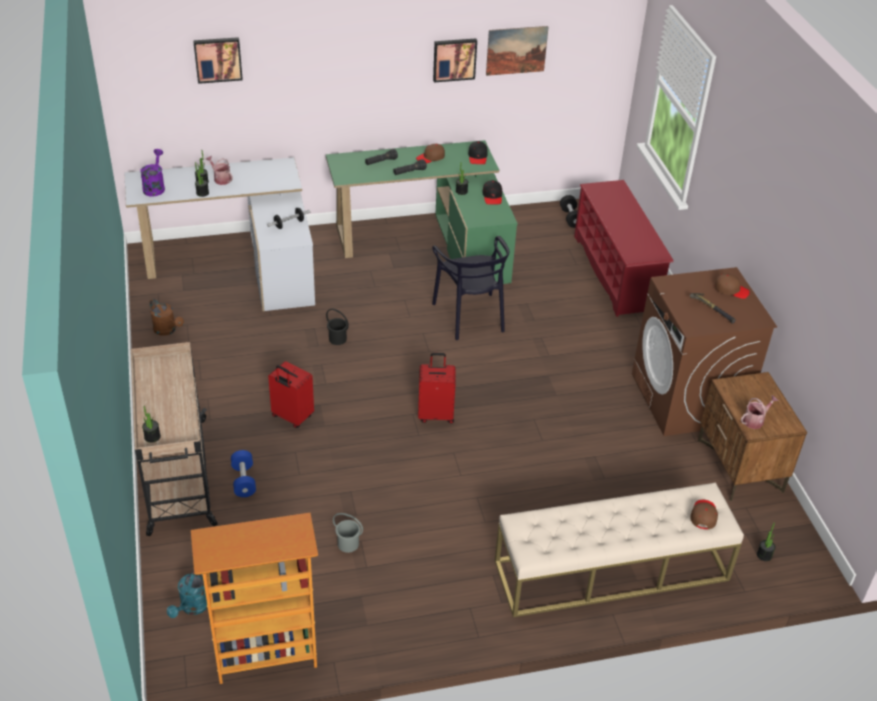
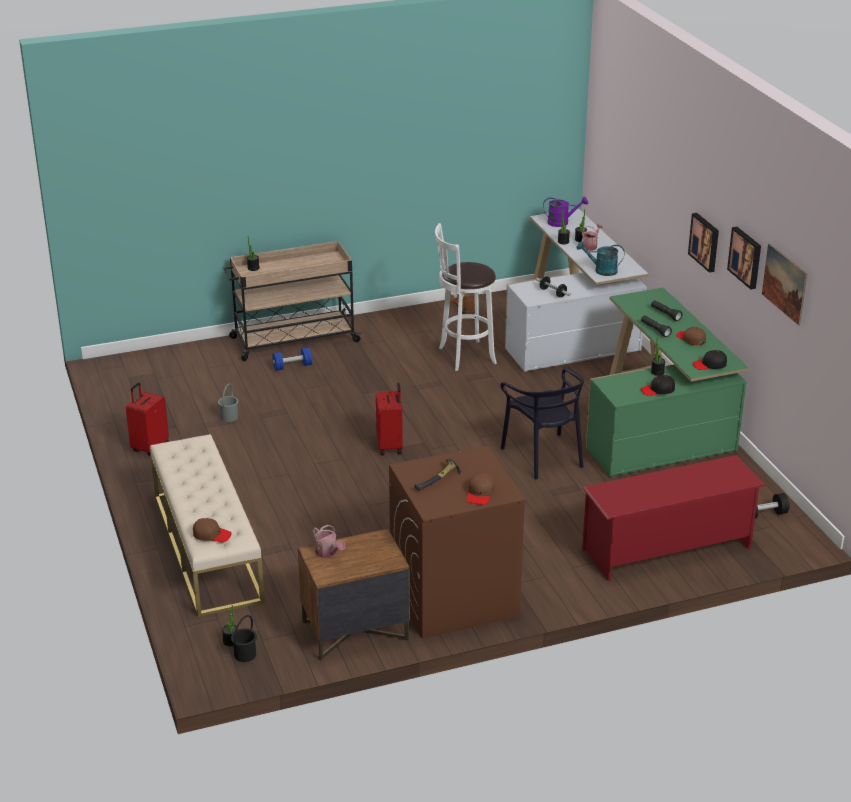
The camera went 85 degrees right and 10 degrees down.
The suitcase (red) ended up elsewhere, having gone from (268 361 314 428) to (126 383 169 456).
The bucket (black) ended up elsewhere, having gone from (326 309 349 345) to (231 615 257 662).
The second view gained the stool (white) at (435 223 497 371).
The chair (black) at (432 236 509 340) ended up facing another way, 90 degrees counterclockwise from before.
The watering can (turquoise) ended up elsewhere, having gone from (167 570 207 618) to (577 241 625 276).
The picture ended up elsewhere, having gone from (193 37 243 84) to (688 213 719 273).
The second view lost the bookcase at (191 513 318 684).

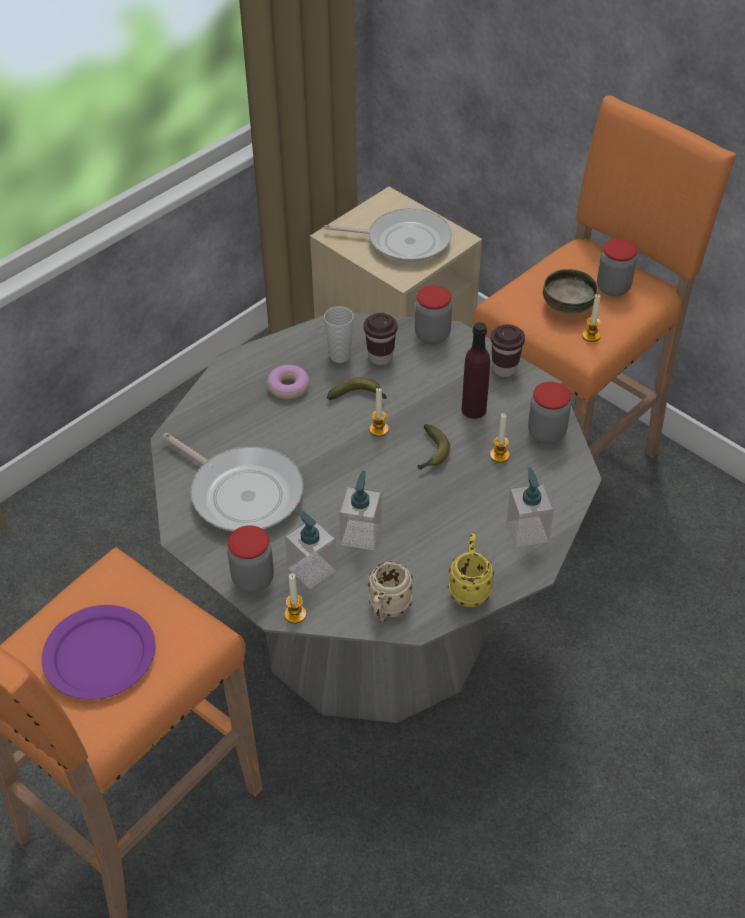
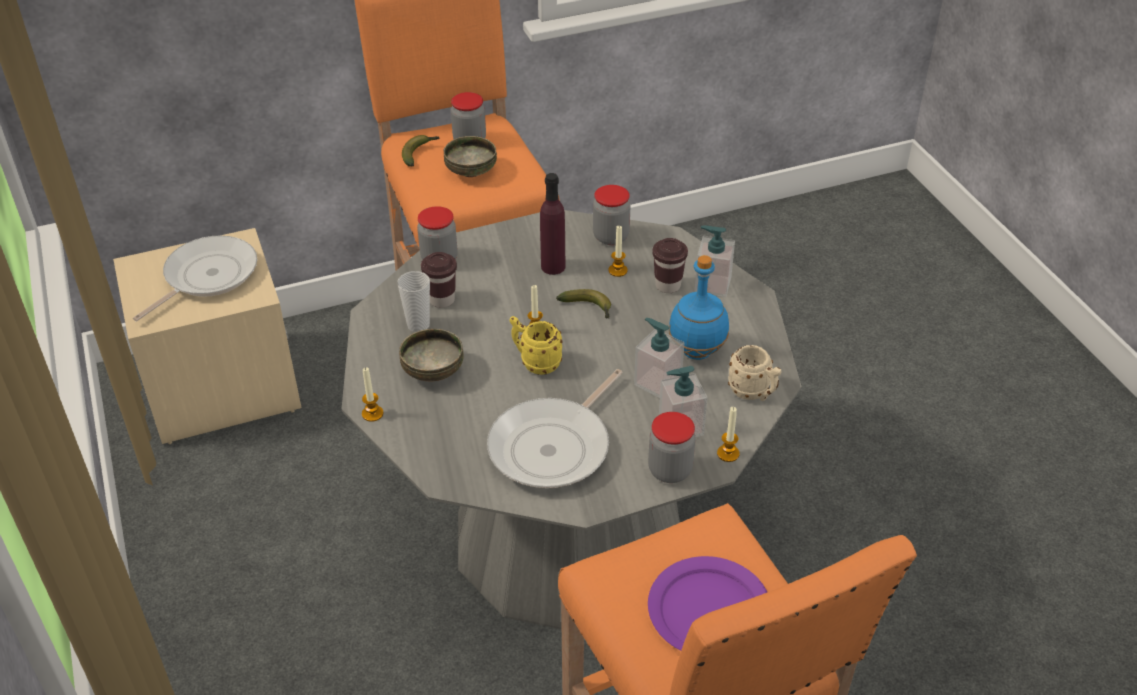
The camera went 65 degrees left and 5 degrees down.
The candle ended up elsewhere, having gone from (582 294 601 342) to (362 367 384 422).
Where the donut stood at (267 365 310 399), the bowl came to stand at (399 329 464 381).
The banana ended up elsewhere, having gone from (327 377 387 400) to (402 135 440 166).
The frying pan at (162 433 303 531) ended up facing another way, 150 degrees clockwise from before.
The mug (yellow) ended up elsewhere, having gone from (448 533 494 607) to (509 316 562 375).
The cup (brown) ended up elsewhere, having gone from (491 324 525 377) to (652 238 688 293).
The second view gained the bottle (blue) at (669 255 729 360).

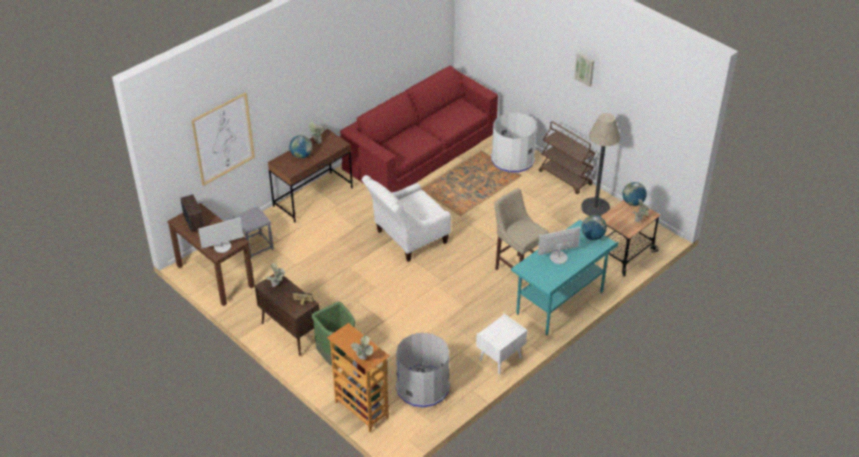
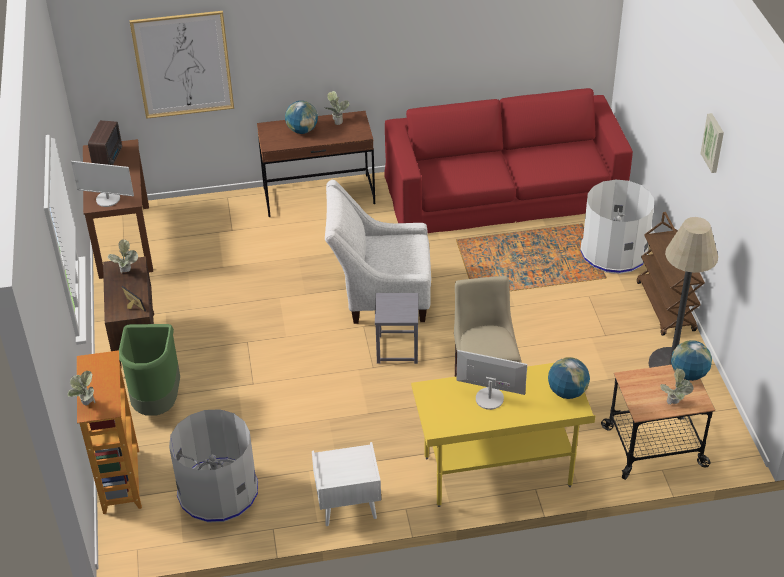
The camera went 35 degrees right and 0 degrees up.
The stool (grey) ended up elsewhere, having gone from (233 206 274 258) to (375 293 418 364).
What was the desk (turquoise) at (511 220 618 336) turned into the desk (yellow) at (411 363 596 507).

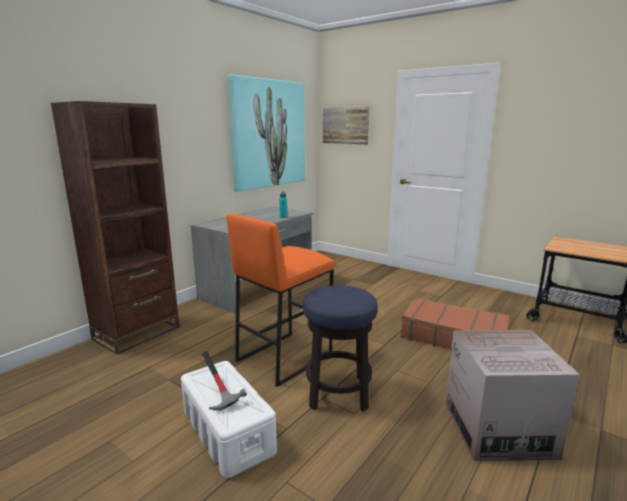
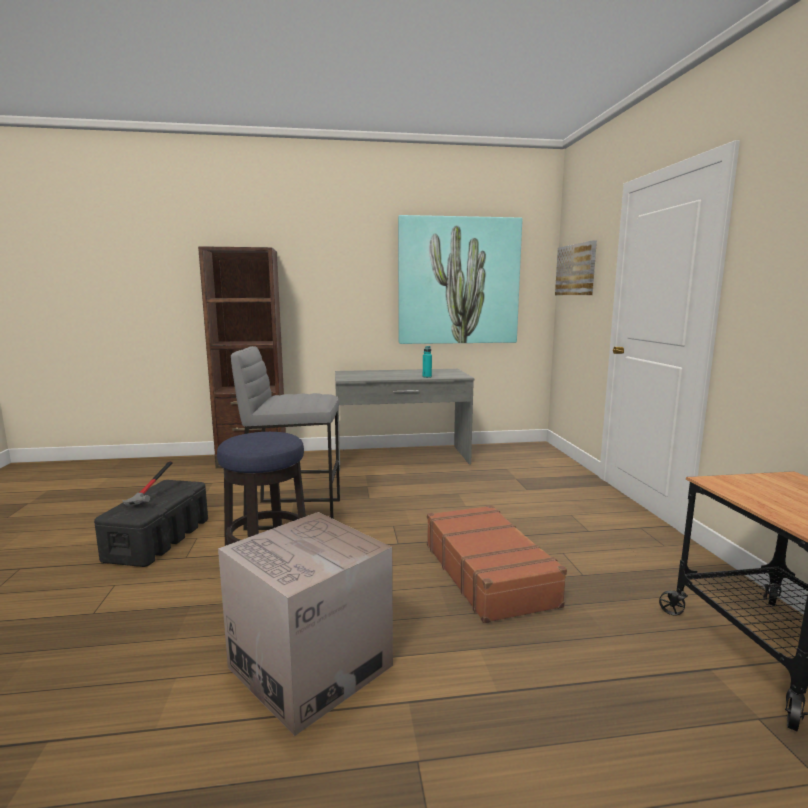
The camera went 45 degrees right and 5 degrees down.
What was the storage box (white) at (181 361 277 478) turned into the storage box (black) at (94 480 208 567).
What was the stool (orange) at (226 214 335 387) turned into the stool (grey) at (231 346 340 530).

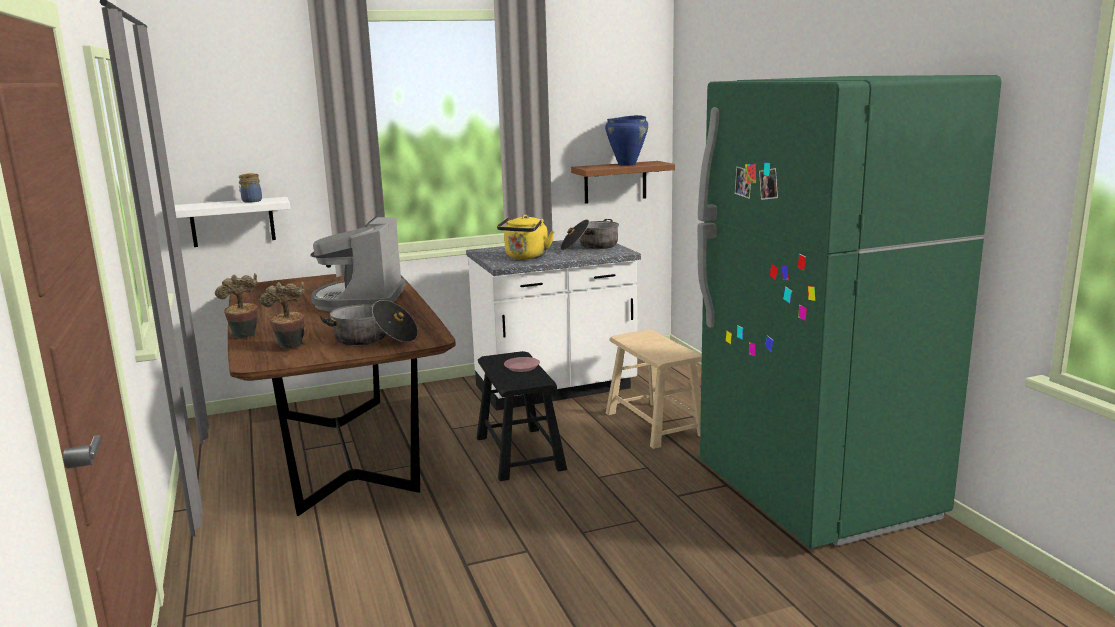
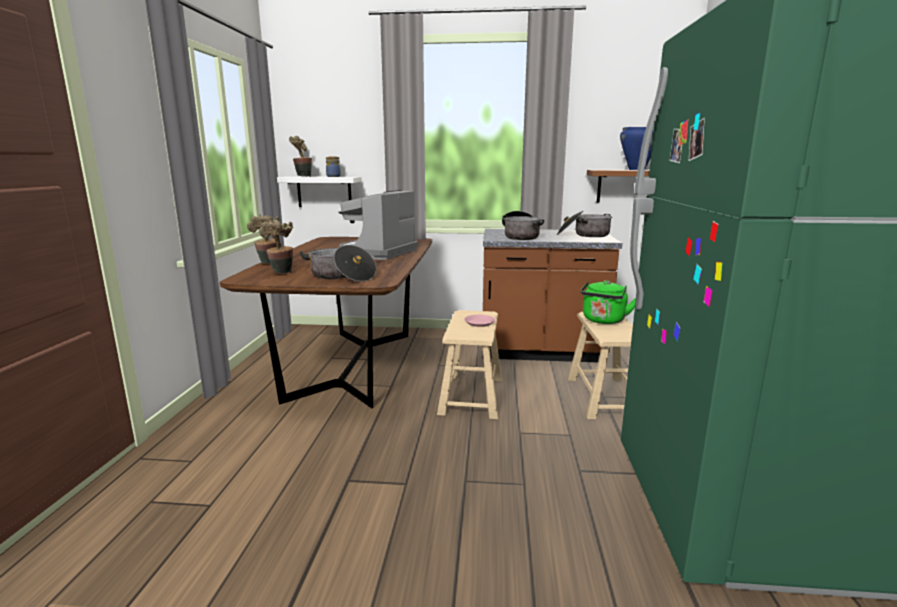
The camera went 25 degrees right and 0 degrees up.
The second view gained the potted plant at (289 136 312 177).
What was the stool (black) at (477 351 567 481) turned into the stool (beige) at (437 310 502 419).
What was the counter (white) at (466 239 641 411) turned into the counter (brown) at (482 229 622 362).
Where the kettle (yellow) stood at (497 215 555 259), the cooking pot came to stand at (502 211 544 240).
The second view gained the kettle (green) at (581 280 636 324).

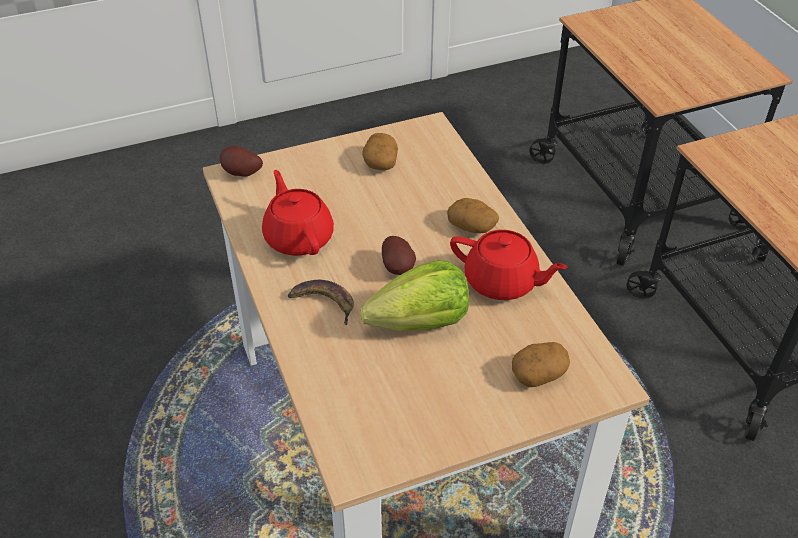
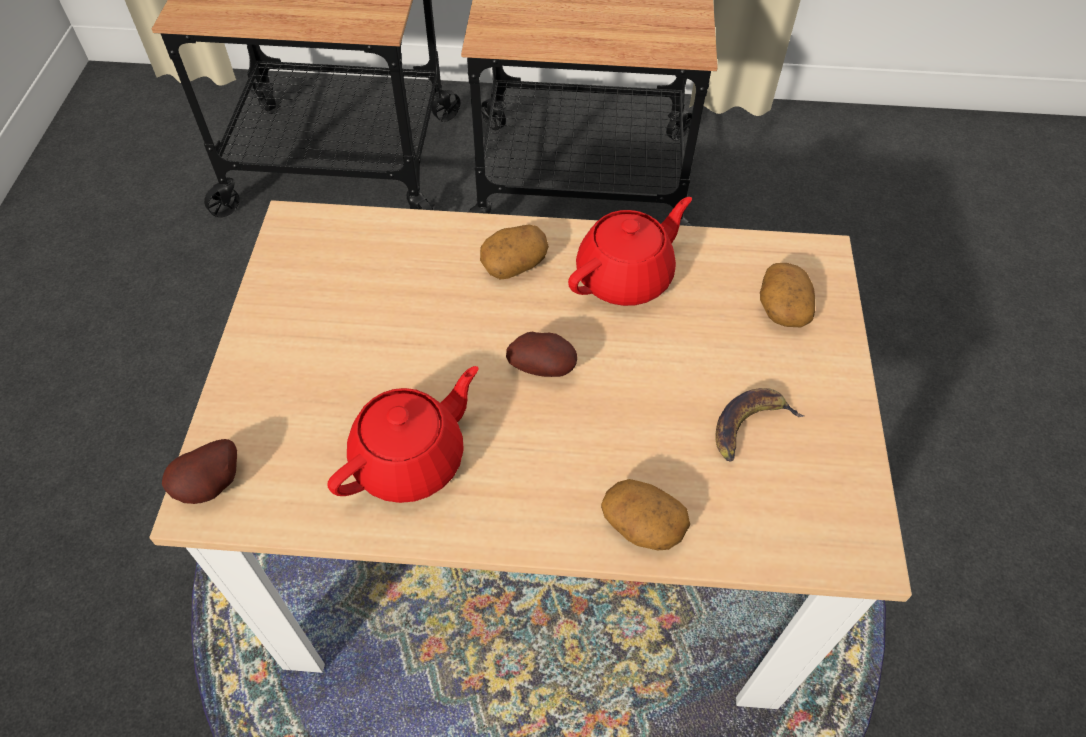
The camera went 65 degrees left and 10 degrees up.
The teapot (red) at (262 170 334 256) ended up facing another way, 135 degrees clockwise from before.
The potato ended up elsewhere, having gone from (362 133 398 170) to (601 479 690 550).
The banana ended up elsewhere, having gone from (288 280 354 325) to (715 388 805 461).
The second view lost the lettuce at (360 260 469 331).

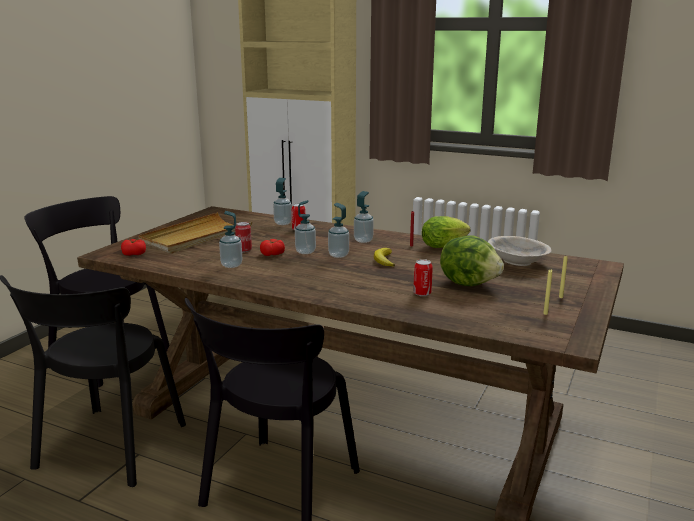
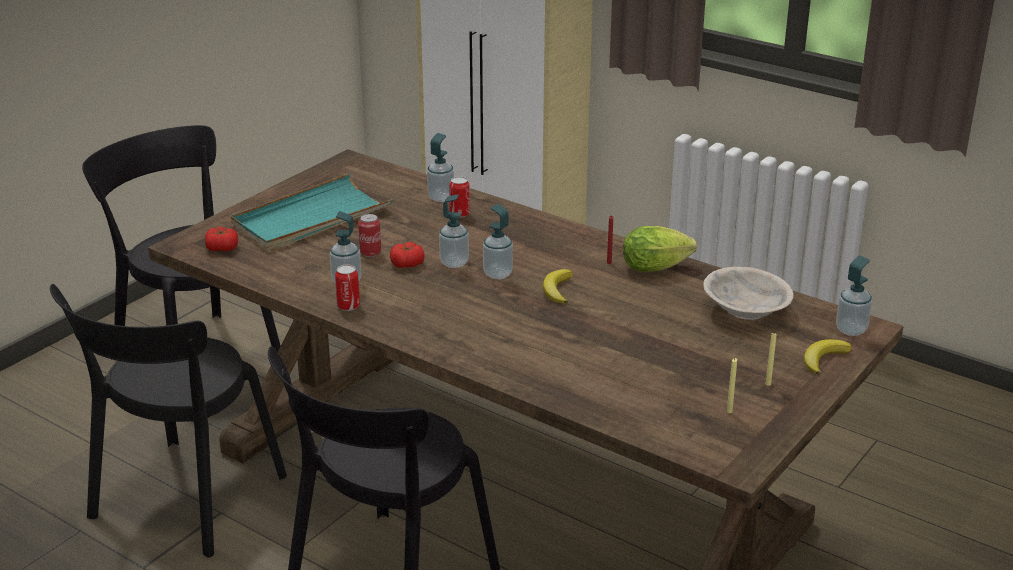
The camera went 10 degrees right and 10 degrees up.
What was the tray (beige) at (138 212 252 253) turned into the tray (turquoise) at (231 173 393 251).
The can ended up elsewhere, having gone from (413 259 433 296) to (335 264 360 311).
The second view gained the banana at (804 339 852 375).
The soap dispenser ended up elsewhere, having gone from (354 191 374 243) to (836 256 872 336).
The second view lost the lettuce at (440 235 504 286).

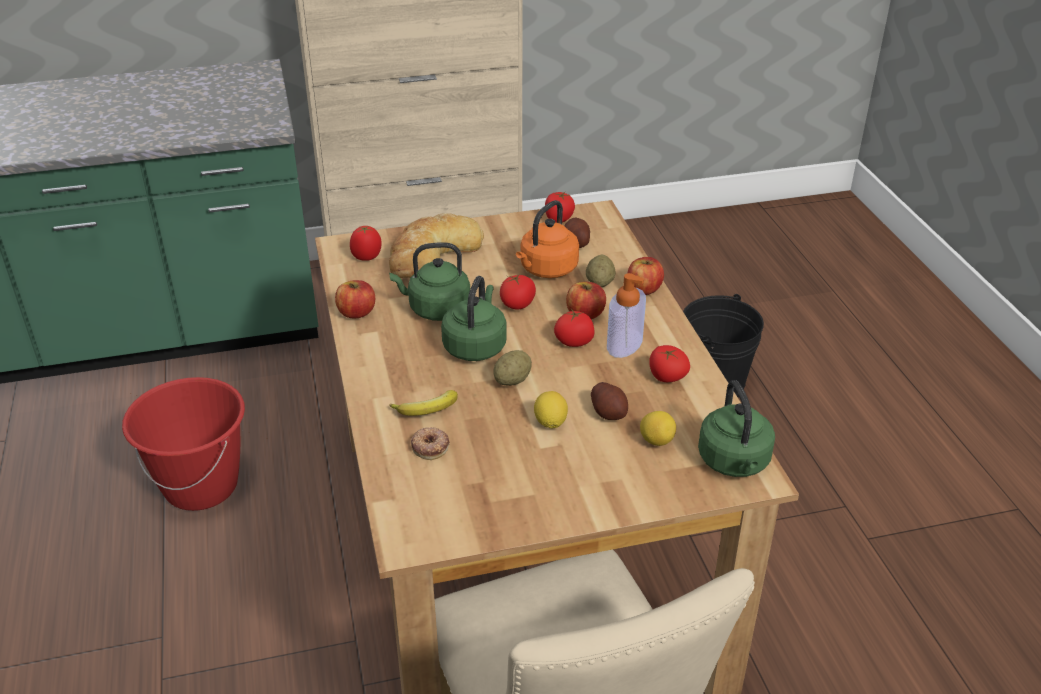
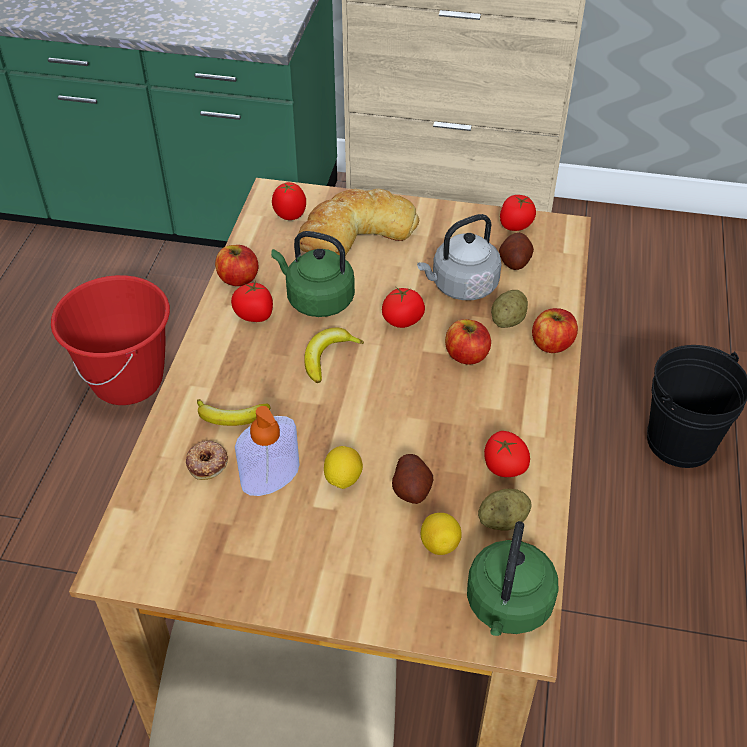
The camera went 25 degrees right and 10 degrees up.
The tomato ended up elsewhere, having gone from (554 309 594 347) to (231 280 273 322).
The soap dispenser ended up elsewhere, having gone from (607 273 646 358) to (235 406 299 496).
Where the kettle (green) stood at (441 276 507 361), the banana came to stand at (304 327 364 383).
What was the kettle (orange) at (516 200 579 278) turned into the kettle (grey) at (417 214 502 300).
The potato ended up elsewhere, having gone from (493 350 532 386) to (478 489 532 531).

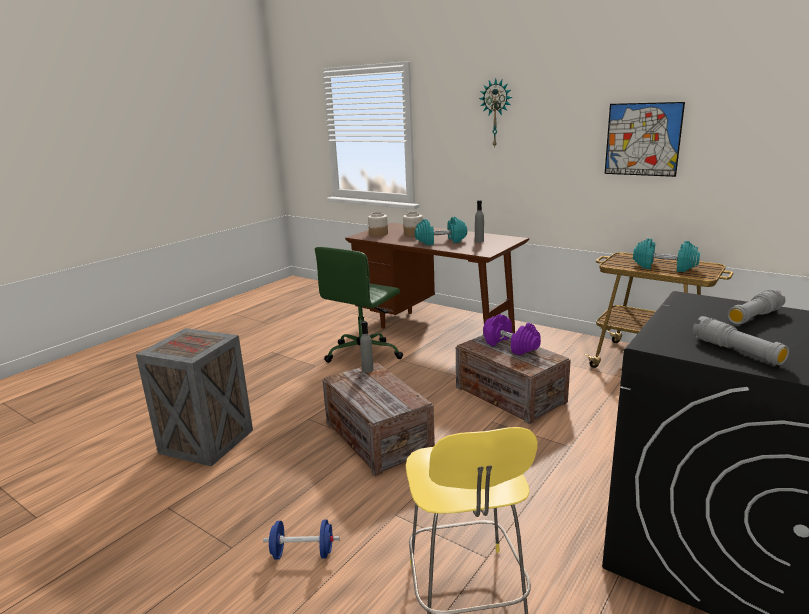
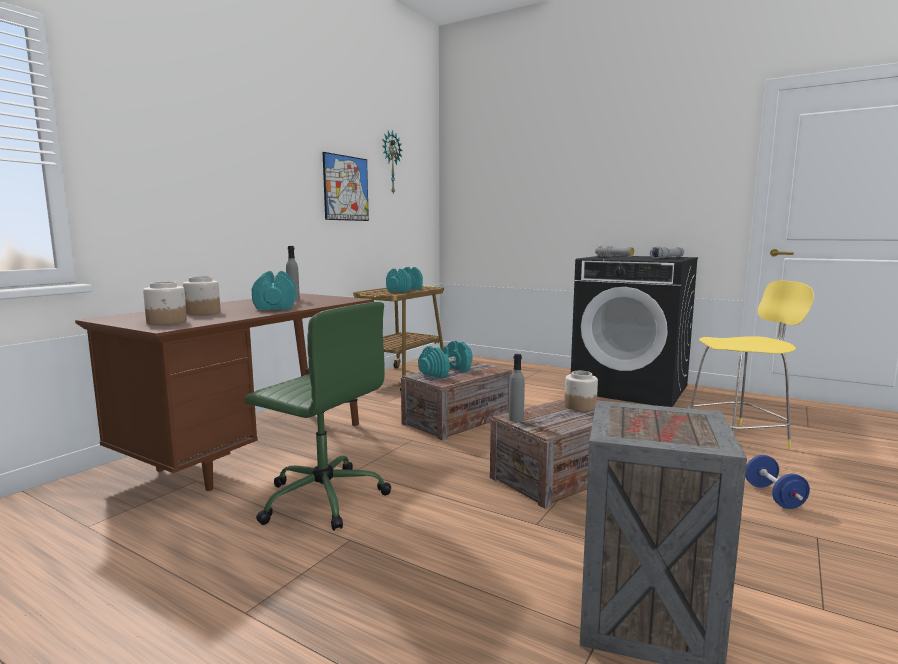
The camera went 95 degrees left and 10 degrees down.
The wall clock ended up elsewhere, having gone from (479 79 512 148) to (382 130 403 195).
What was the dumbbell (purple) at (483 314 541 355) turned into the dumbbell (turquoise) at (418 341 472 378).
The second view gained the jar at (564 371 598 411).

